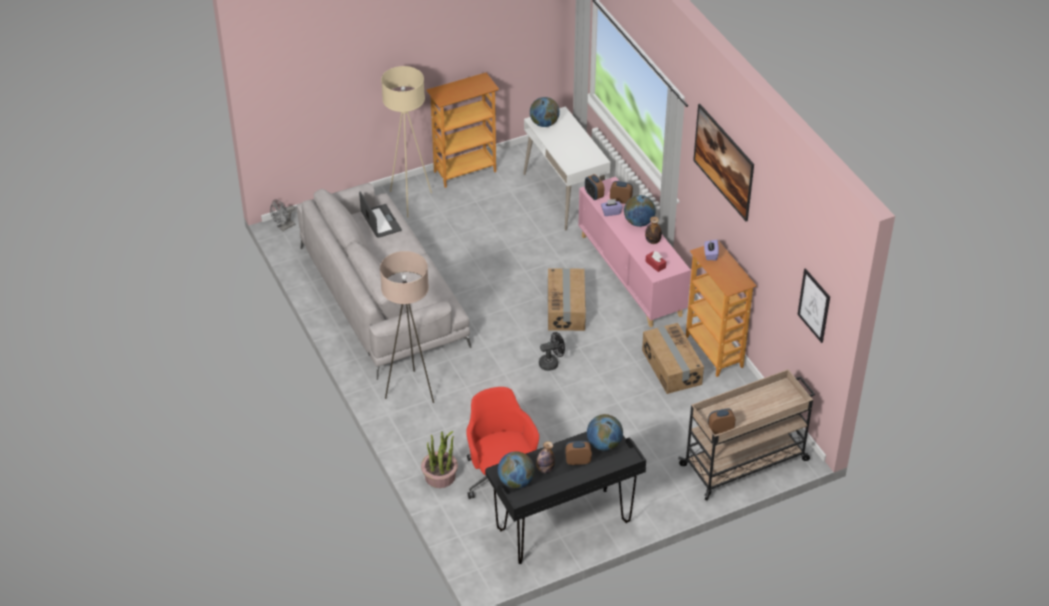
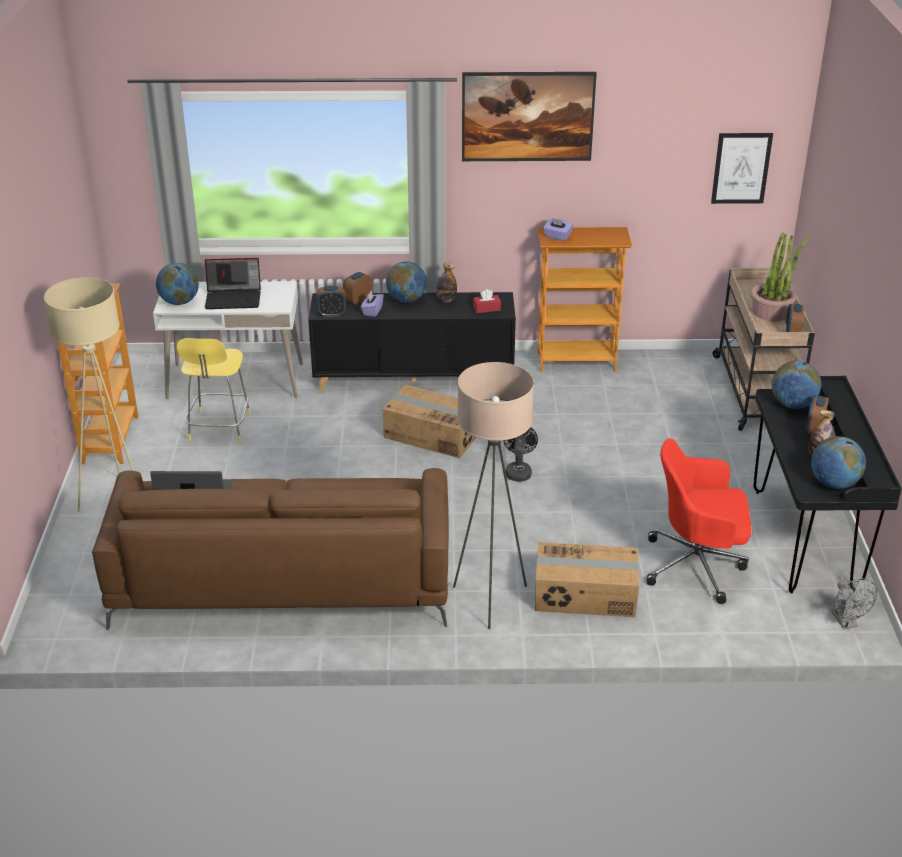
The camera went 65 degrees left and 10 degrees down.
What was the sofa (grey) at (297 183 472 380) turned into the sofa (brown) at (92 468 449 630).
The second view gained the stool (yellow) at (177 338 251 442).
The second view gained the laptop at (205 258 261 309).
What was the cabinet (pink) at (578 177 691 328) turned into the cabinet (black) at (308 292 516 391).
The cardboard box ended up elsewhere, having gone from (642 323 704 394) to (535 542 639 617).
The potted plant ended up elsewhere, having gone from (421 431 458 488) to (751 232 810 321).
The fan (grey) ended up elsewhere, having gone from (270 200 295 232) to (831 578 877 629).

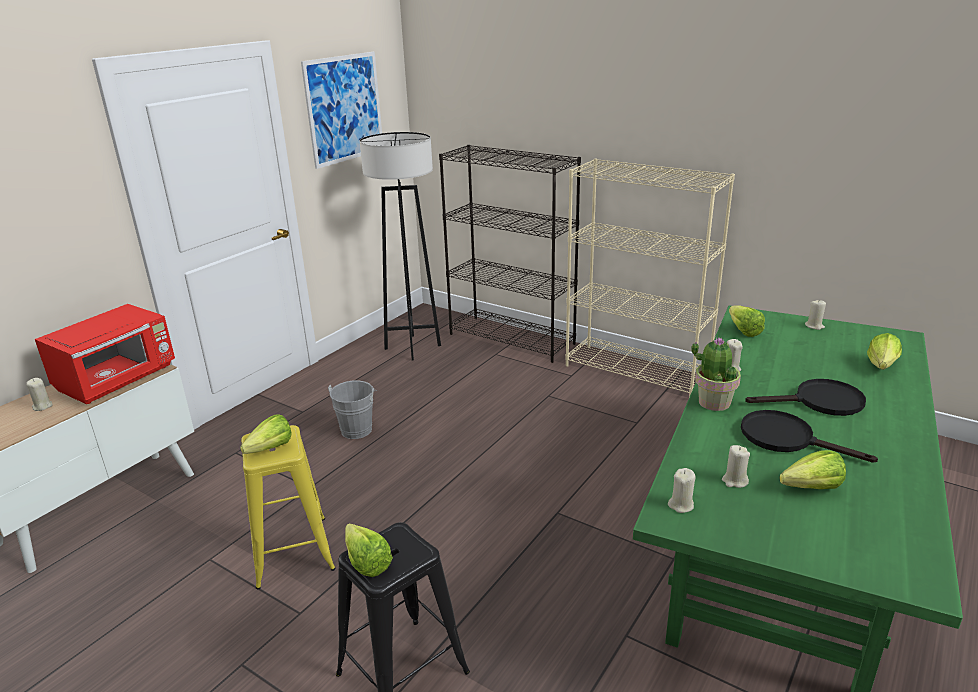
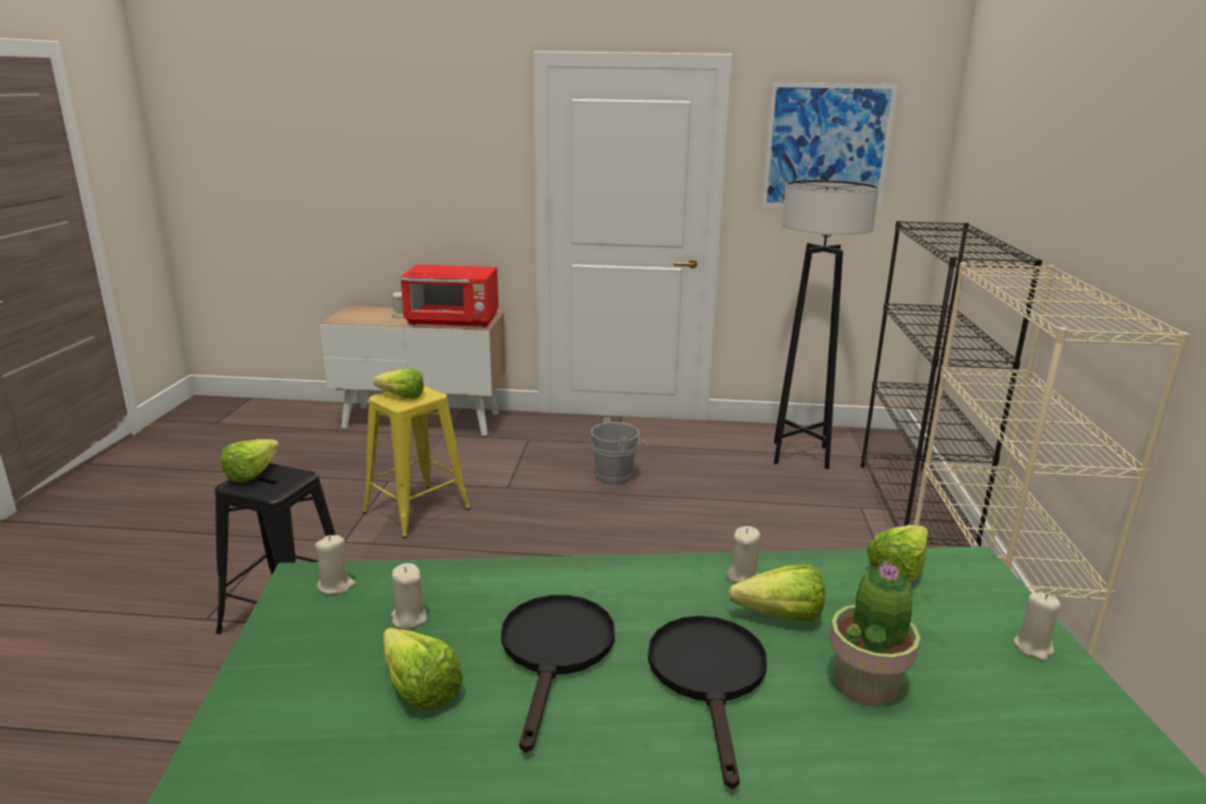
The camera went 60 degrees right and 5 degrees down.
The frying pan (black) at (745 379 866 416) ended up facing another way, 150 degrees counterclockwise from before.
The lettuce ended up elsewhere, having gone from (867 333 902 370) to (729 565 825 622).
The potted plant ended up elsewhere, having gone from (691 337 741 411) to (829 560 920 706).

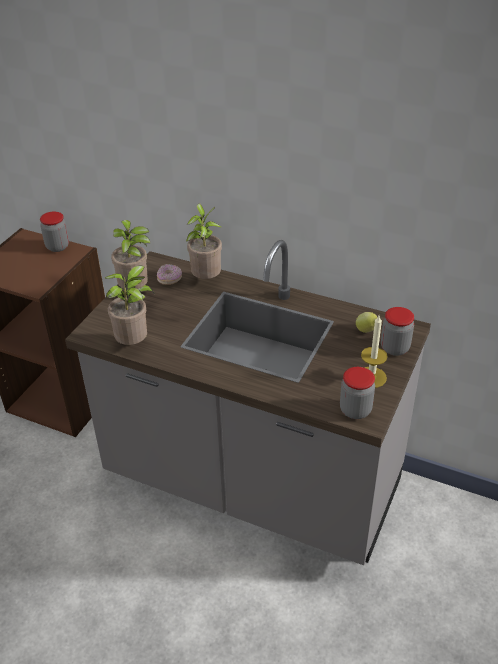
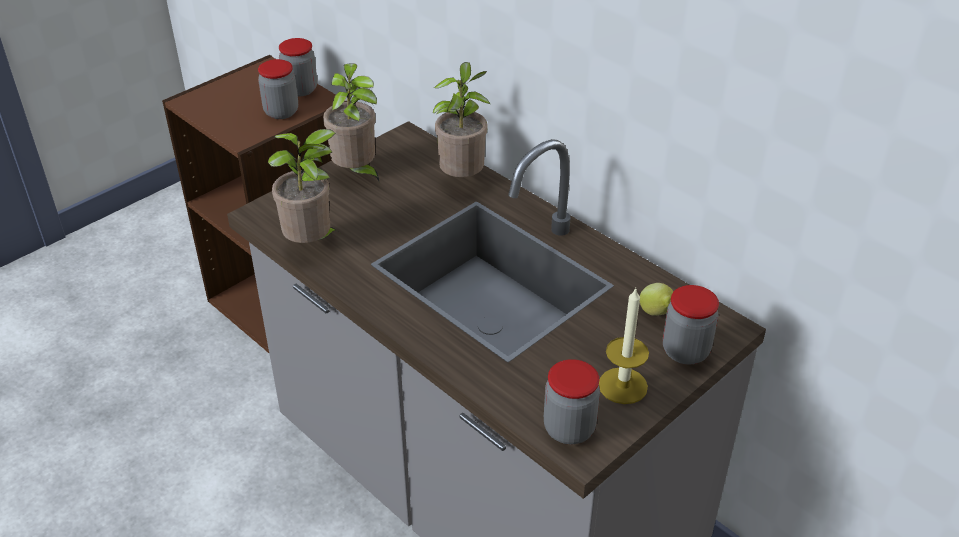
The camera went 20 degrees right and 0 degrees up.
The second view gained the jar at (258 59 298 119).
The second view lost the donut at (157 264 182 285).

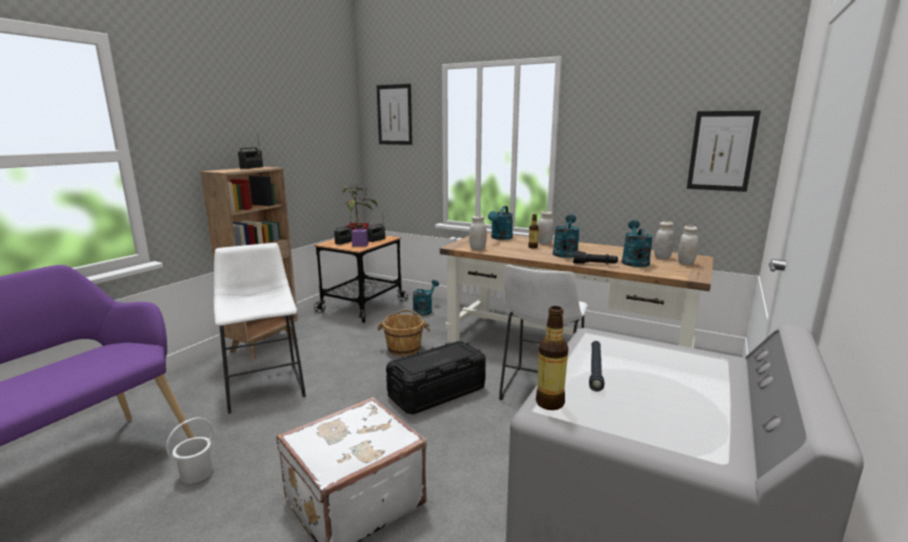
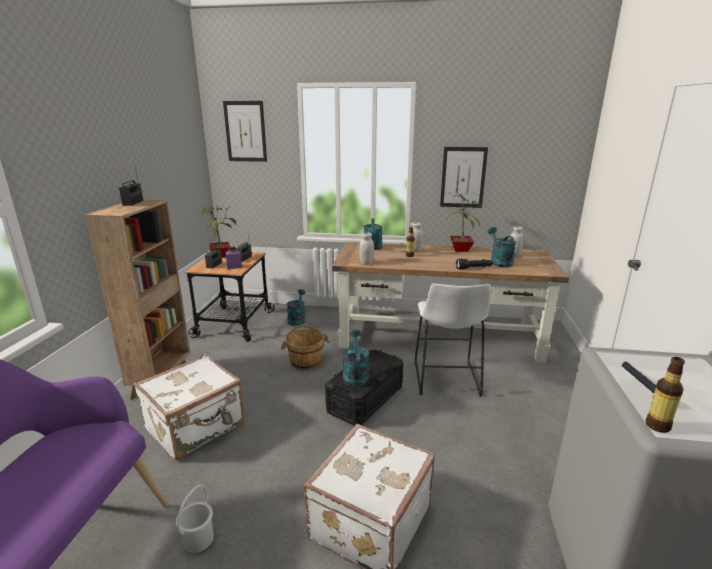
The camera went 20 degrees left and 5 degrees up.
Where the stool (white) stood at (214 243 306 414), the suitcase (white) came to stand at (134 354 245 460).
The watering can (turquoise) ended up elsewhere, having gone from (553 214 580 258) to (343 329 369 386).
The picture ended up elsewhere, having gone from (687 111 761 192) to (440 147 488 208).
The second view gained the potted plant at (447 195 482 252).
The second view lost the jar (white) at (678 225 699 265).

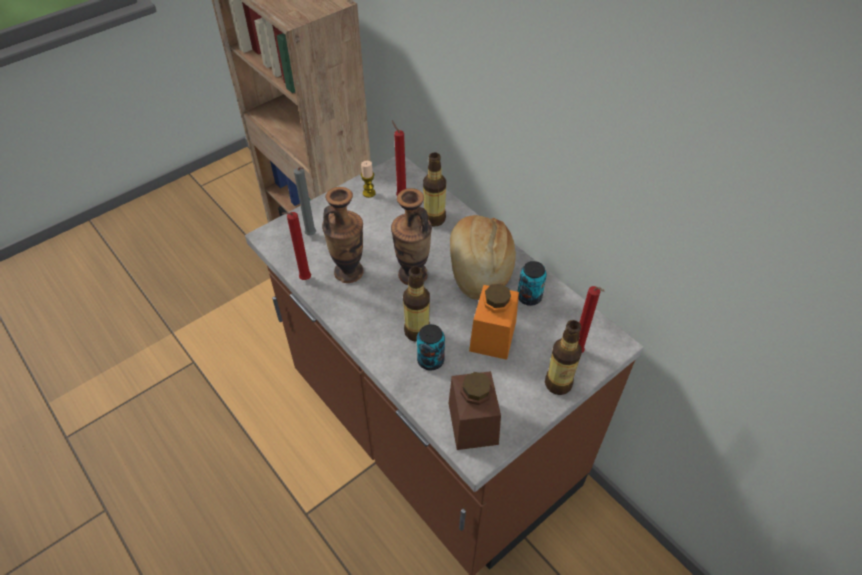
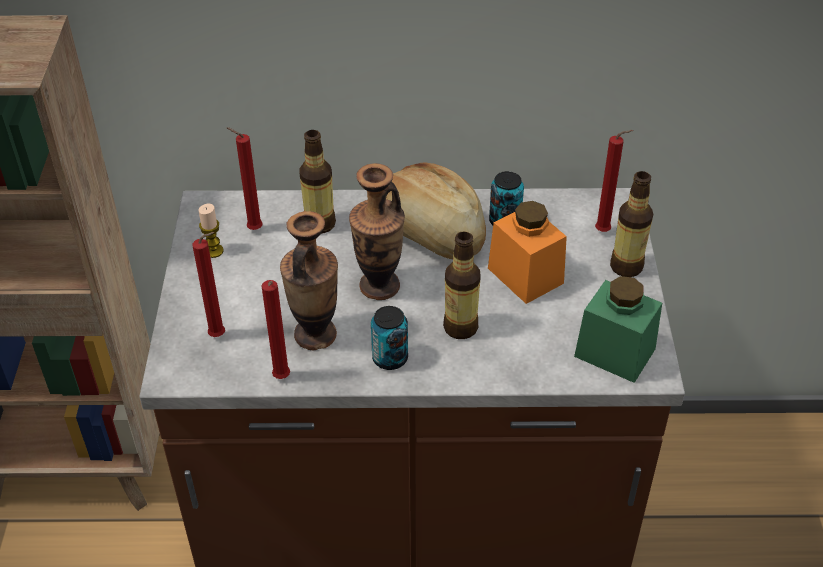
The camera went 50 degrees left and 5 degrees down.
What was the candle (grey) at (294 166 316 236) turned into the candle (red) at (193 232 225 337).
The can ended up elsewhere, having gone from (417 324 445 371) to (371 306 408 370).
What was the jar (brown) at (449 371 501 450) turned into the jar (green) at (574 276 662 383).

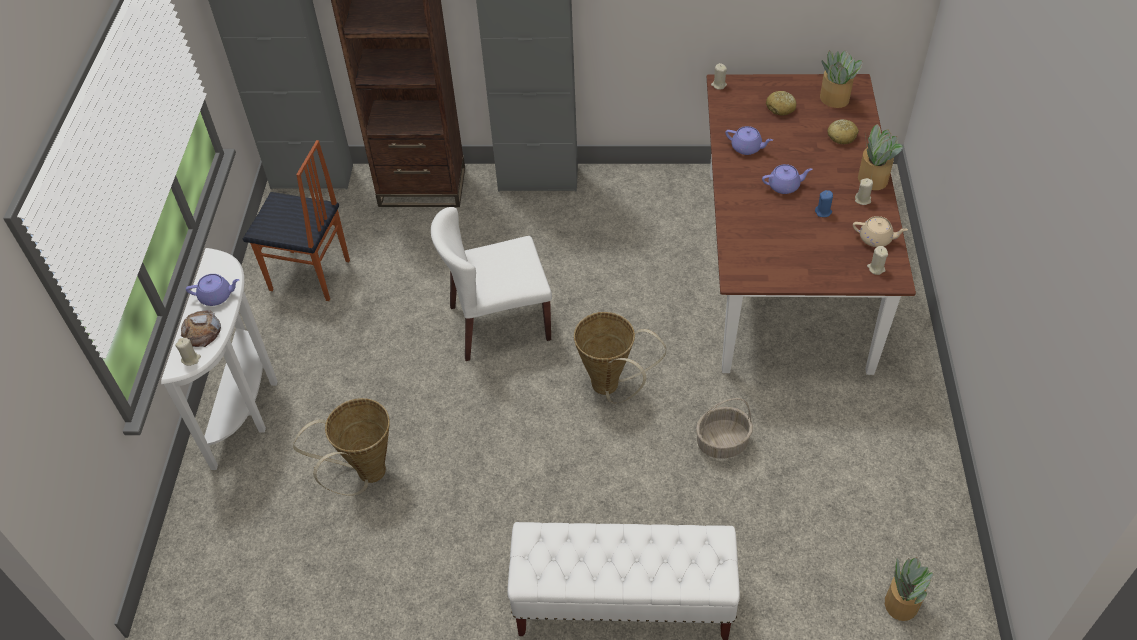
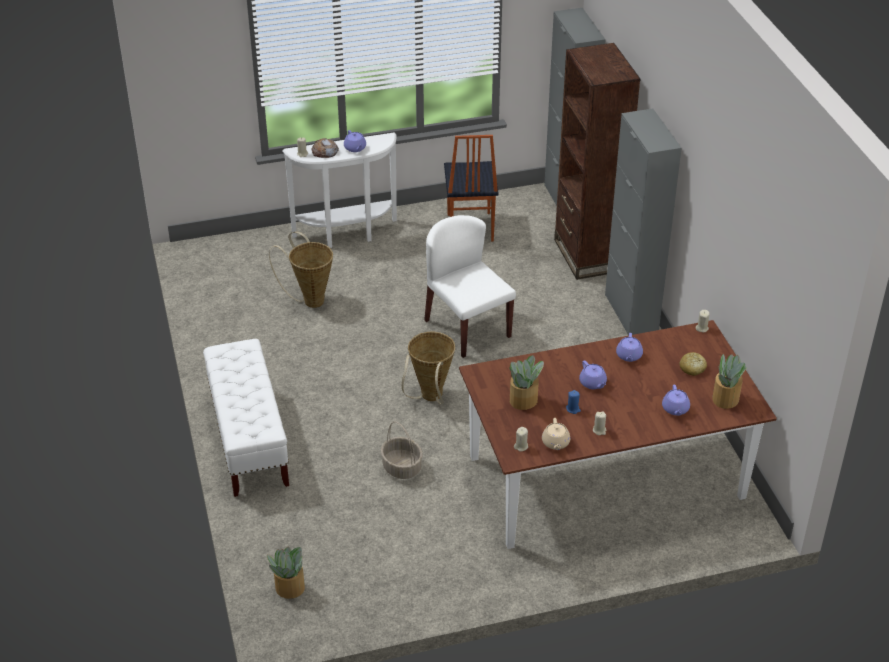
The camera went 70 degrees right and 10 degrees down.
The potted plant ended up elsewhere, having gone from (858 124 903 190) to (509 355 544 410).
Where the bread stood at (827 119 859 144), the teapot (purple) came to stand at (662 385 690 416).

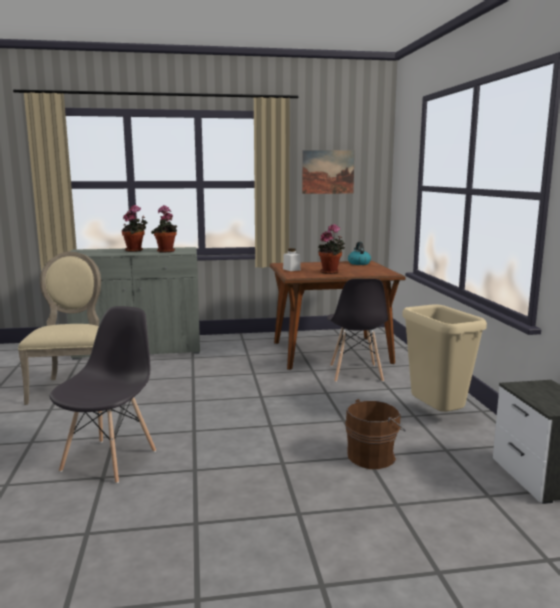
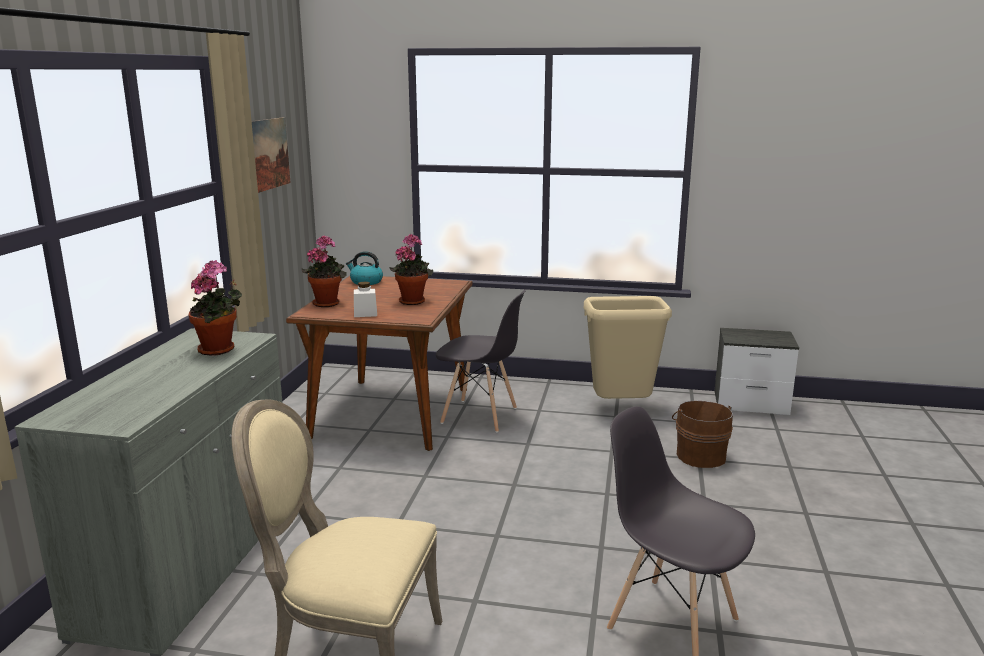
The camera went 70 degrees left and 5 degrees up.
The potted plant ended up elsewhere, having gone from (122 205 147 252) to (302 235 347 307).

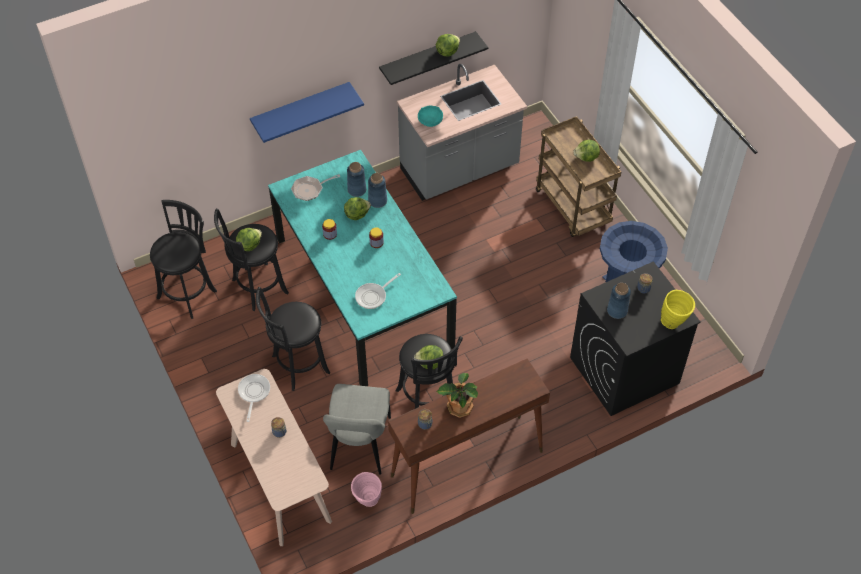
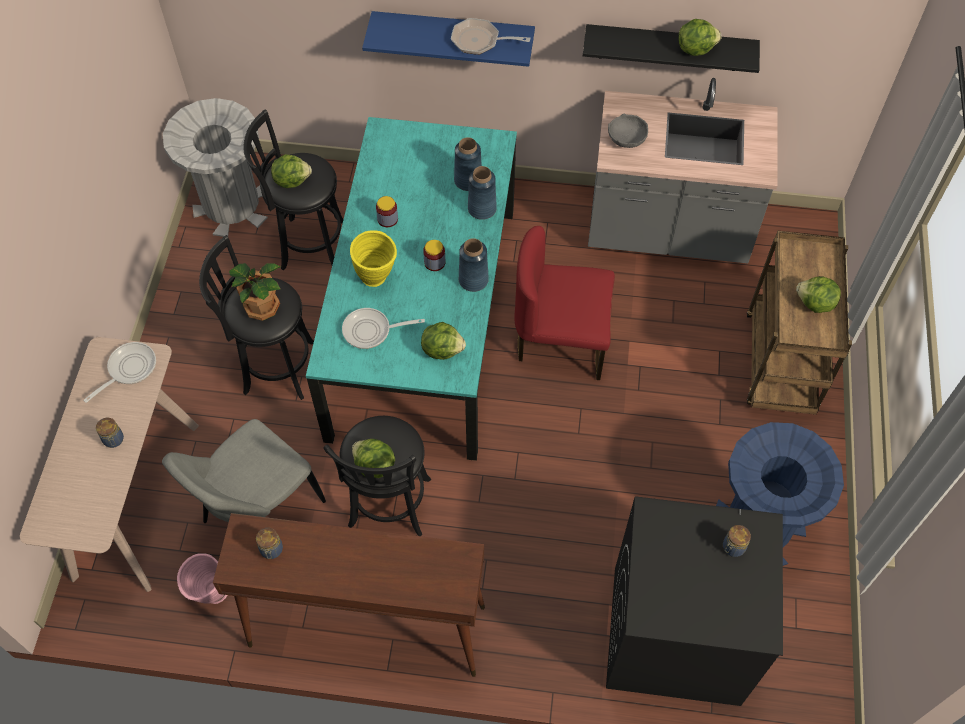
The camera went 35 degrees right and 5 degrees up.
Where the stool (black) stood at (150 200 217 319), the trash can (grey) came to stand at (163 98 268 237).
The potted plant ended up elsewhere, having gone from (437 373 478 418) to (229 263 281 321).
The vase (yellow) ended up elsewhere, having gone from (661 290 695 329) to (350 231 397 287).
The lettuce ended up elsewhere, having gone from (344 197 371 220) to (421 322 466 360).
The frying pan ended up elsewhere, having gone from (291 174 340 201) to (451 18 530 55).
The vase (blue) ended up elsewhere, having gone from (607 283 631 319) to (459 238 489 292).
The second view gained the chair (red) at (514 226 615 380).
What was the bowl (turquoise) at (418 105 443 127) turned into the bowl (grey) at (608 114 648 148).

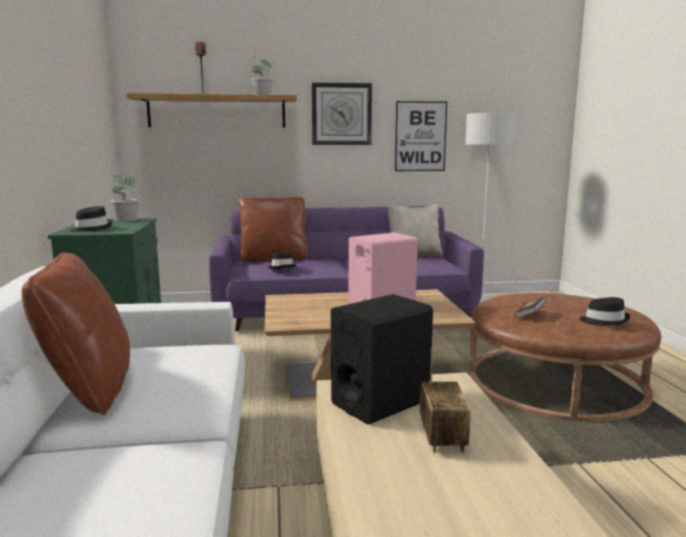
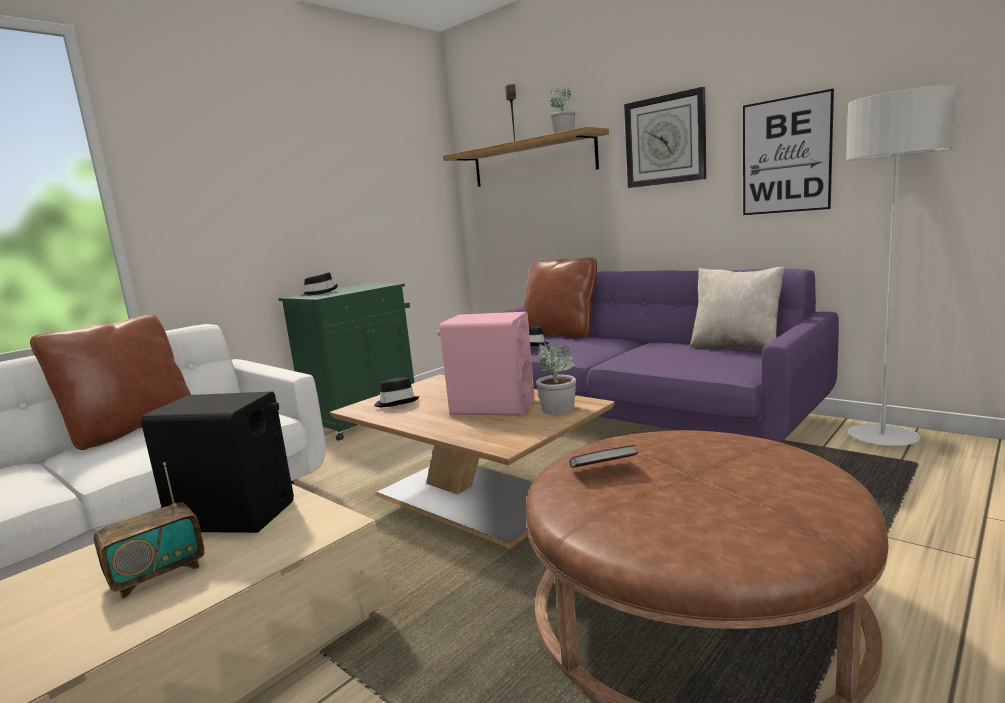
The camera went 50 degrees right and 0 degrees up.
The hat (black) ended up elsewhere, having gone from (579 297 630 326) to (374 378 420 407).
The potted plant ended up elsewhere, having gone from (110 173 138 222) to (536 341 576 415).

